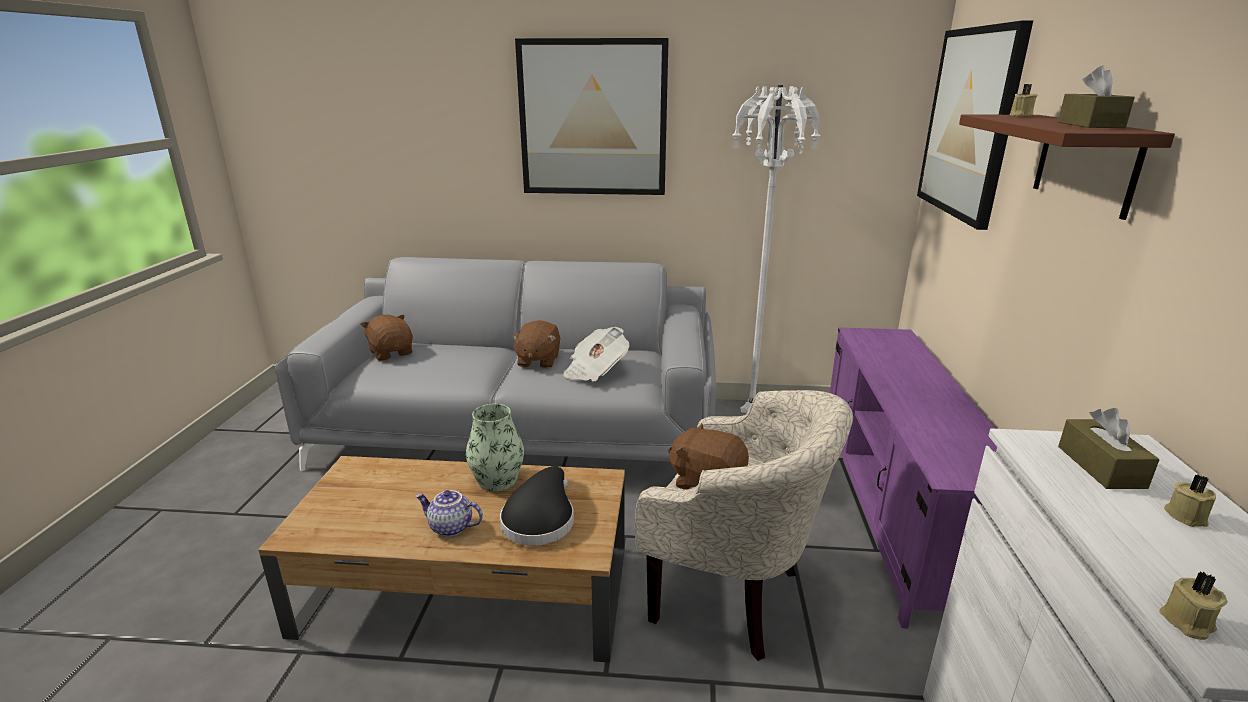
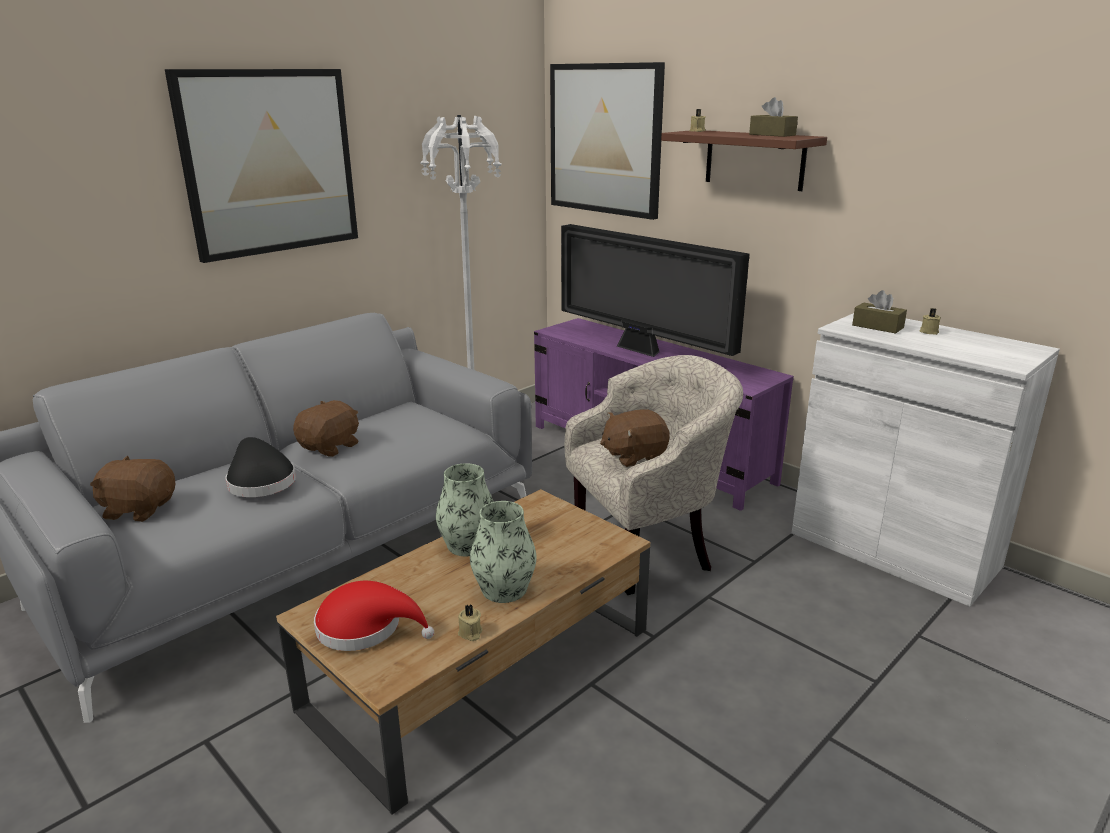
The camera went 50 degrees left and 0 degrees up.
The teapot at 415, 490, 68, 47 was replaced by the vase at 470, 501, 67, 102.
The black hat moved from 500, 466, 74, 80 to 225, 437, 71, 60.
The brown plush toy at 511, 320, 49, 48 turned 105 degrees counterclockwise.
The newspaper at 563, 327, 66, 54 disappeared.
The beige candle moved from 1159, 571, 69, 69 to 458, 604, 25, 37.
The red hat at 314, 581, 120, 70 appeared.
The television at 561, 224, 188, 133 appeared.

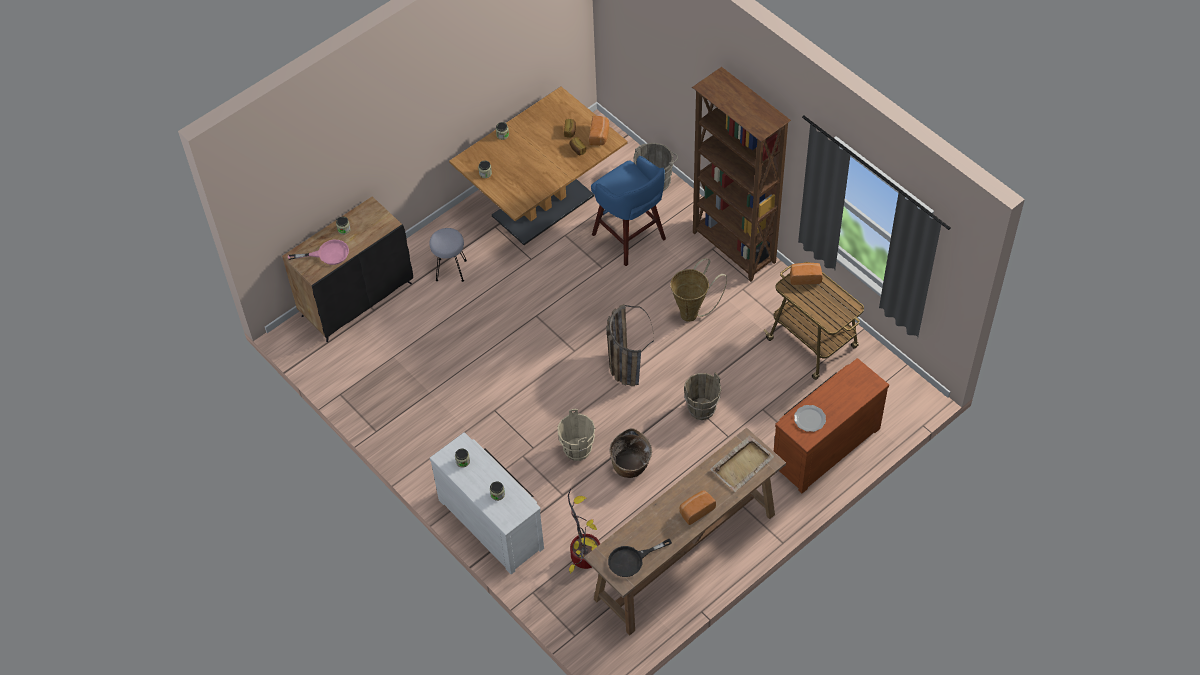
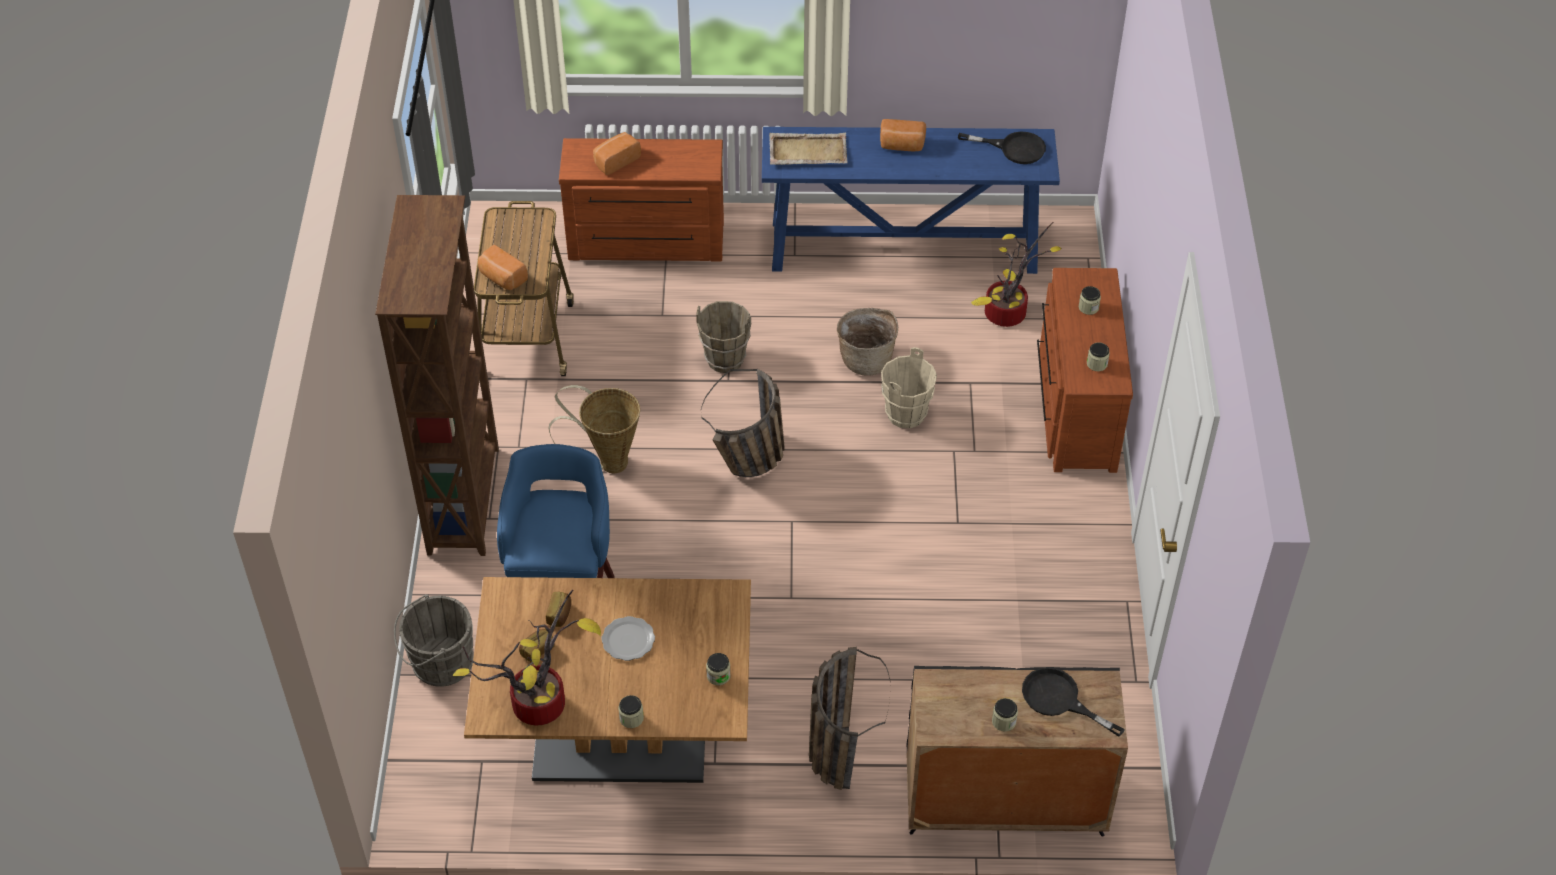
The camera went 140 degrees left and 5 degrees down.
The pink frying pan at 288, 240, 61, 25 became the black frying pan at 1022, 667, 103, 70.
The grey stool at 429, 228, 38, 54 was replaced by the basket at 809, 647, 82, 143.
The white dresser at 430, 432, 114, 143 became the brown dresser at 1037, 268, 96, 205.
The brown console table at 584, 427, 202, 209 became the blue console table at 762, 127, 298, 147.
The bread moved from 589, 116, 20, 30 to 593, 132, 48, 43.
The plate moved from 794, 405, 32, 27 to 601, 616, 54, 45.
The potted plant at 452, 589, 149, 137 appeared.

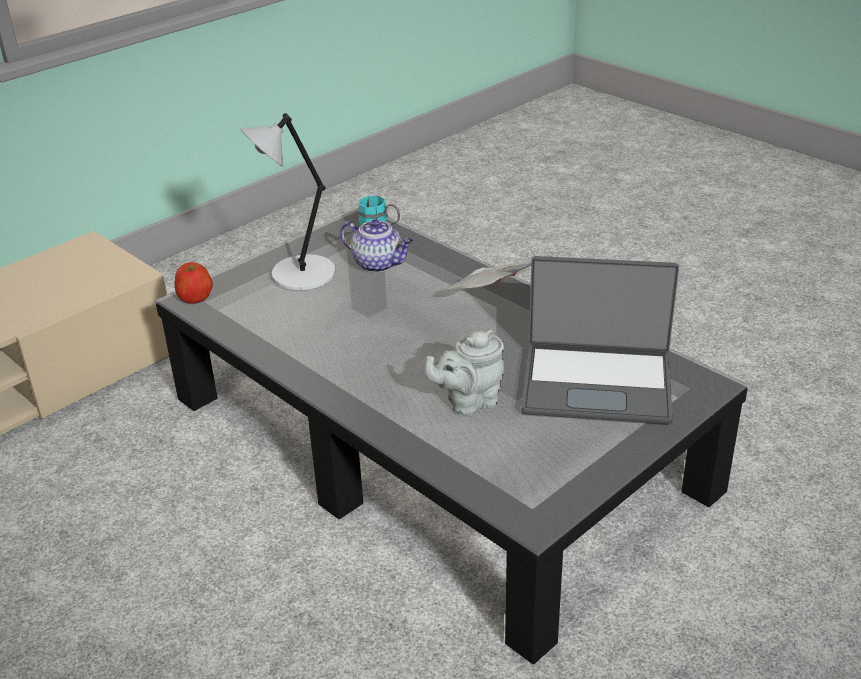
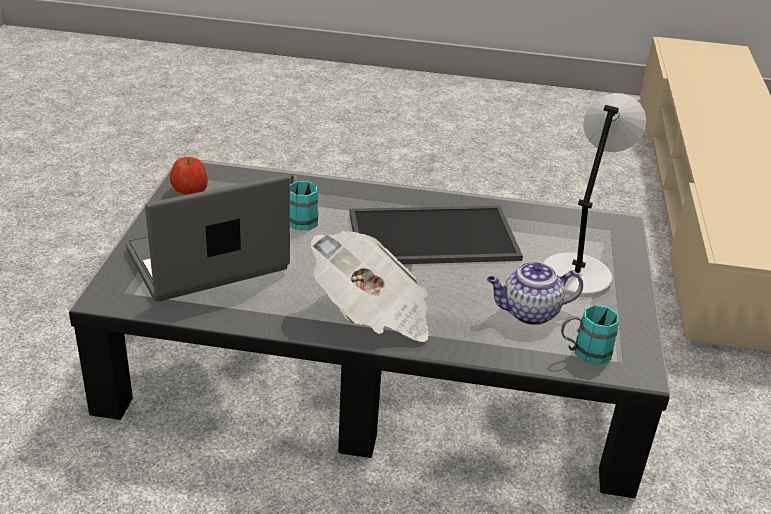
The camera went 140 degrees right and 0 degrees up.
The apple moved from 174, 262, 39, 42 to 170, 157, 38, 38.
The grey teapot at 425, 330, 79, 85 was replaced by the turquoise mug at 290, 175, 29, 56.
The tray at 349, 206, 174, 58 appeared.

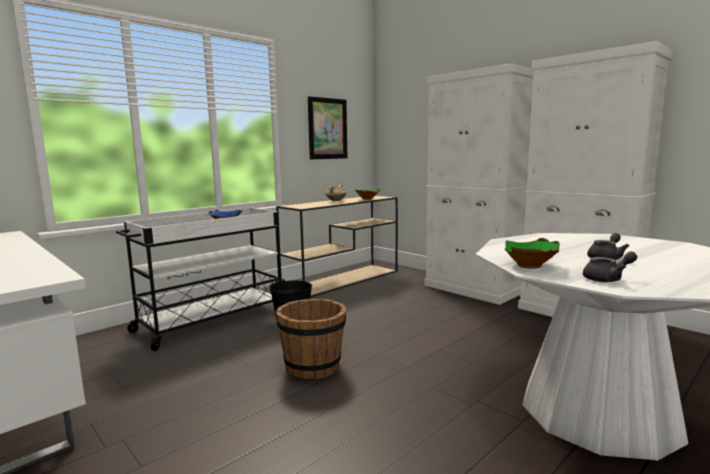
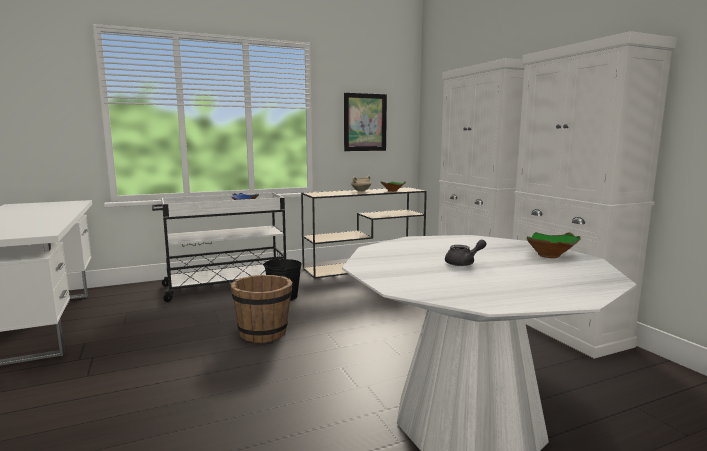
The camera went 20 degrees right and 0 degrees up.
The green bowl moved from 505, 238, 55, 31 to 527, 232, 54, 26.
The grey teapot at 583, 251, 54, 31 disappeared.

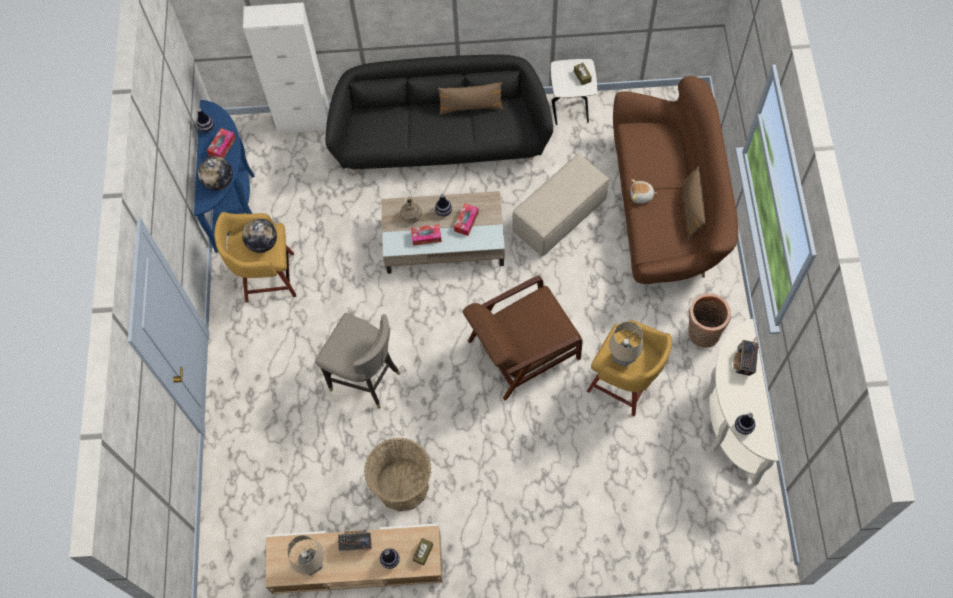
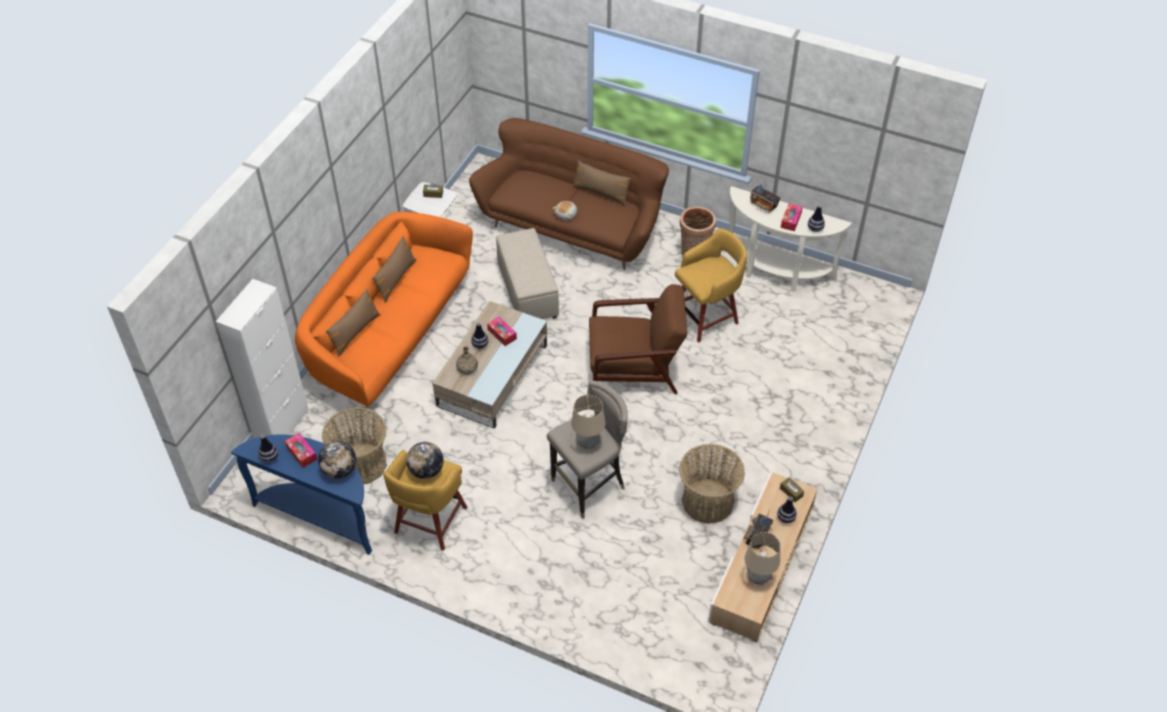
The camera went 65 degrees left and 15 degrees down.
The black sofa at 326, 55, 227, 117 became the orange sofa at 295, 212, 178, 197.
The tissue box moved from 411, 224, 31, 22 to 781, 203, 22, 28.
The brown armchair at 463, 275, 120, 126 turned 90 degrees counterclockwise.
The table lamp moved from 609, 322, 34, 45 to 571, 395, 34, 54.
The basket at 322, 407, 65, 77 appeared.
The brown pillow at 326, 289, 54, 68 appeared.

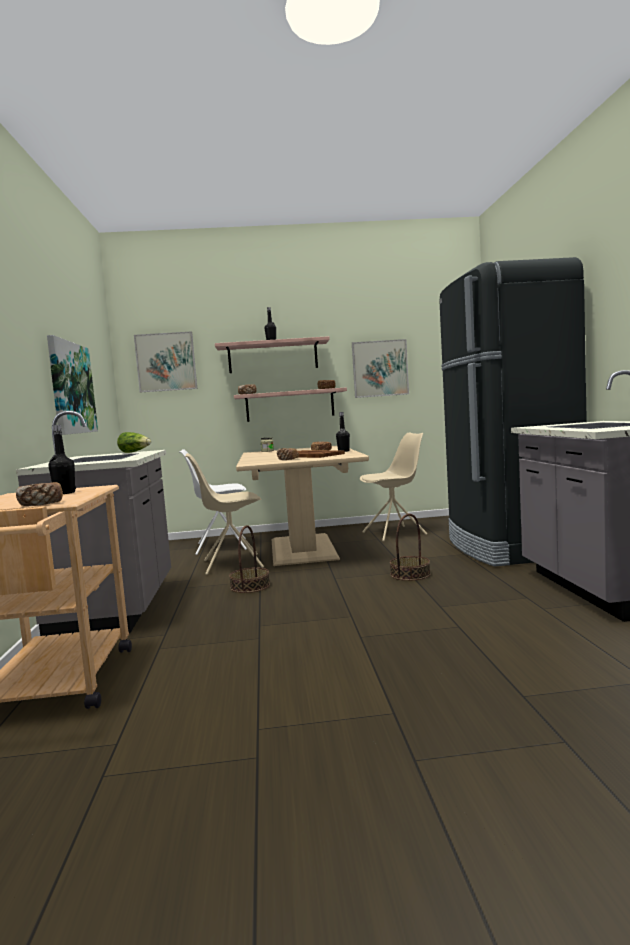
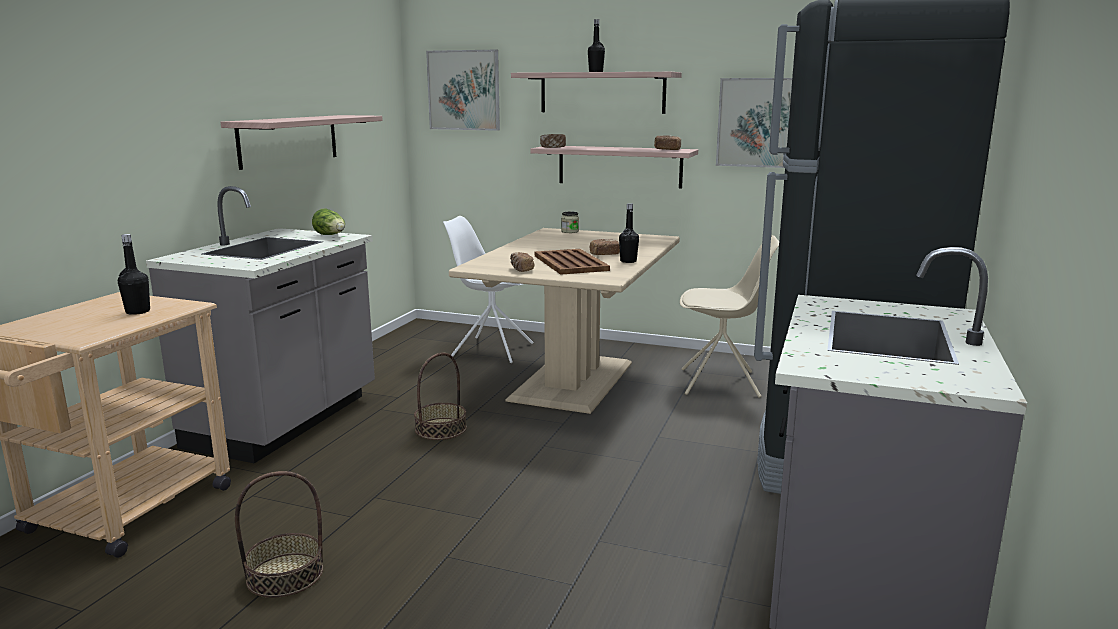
The camera went 25 degrees right and 10 degrees up.
The bread at 16, 482, 47, 24 disappeared.
The picture at 47, 335, 51, 100 was replaced by the shelf at 221, 115, 162, 55.
The beige chair at 185, 453, 79, 122 disappeared.
The basket moved from 390, 514, 40, 67 to 235, 471, 88, 127.

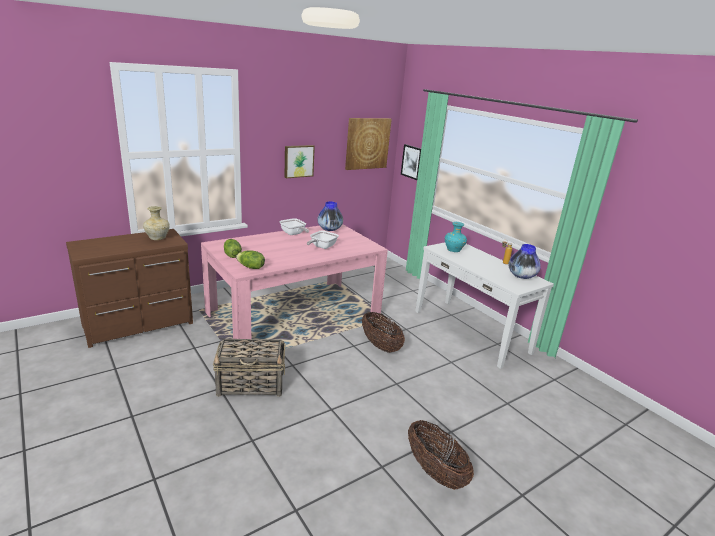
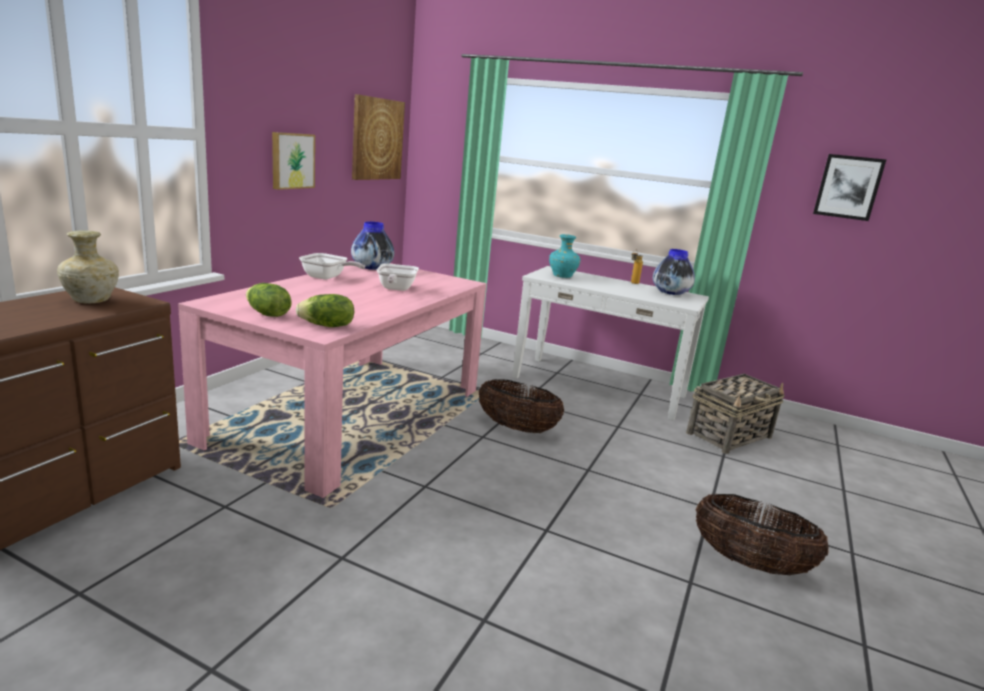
The camera went 30 degrees left and 5 degrees down.
The basket moved from 213, 339, 72, 58 to 686, 374, 99, 80.
The picture moved from 401, 144, 20, 36 to 813, 154, 73, 67.

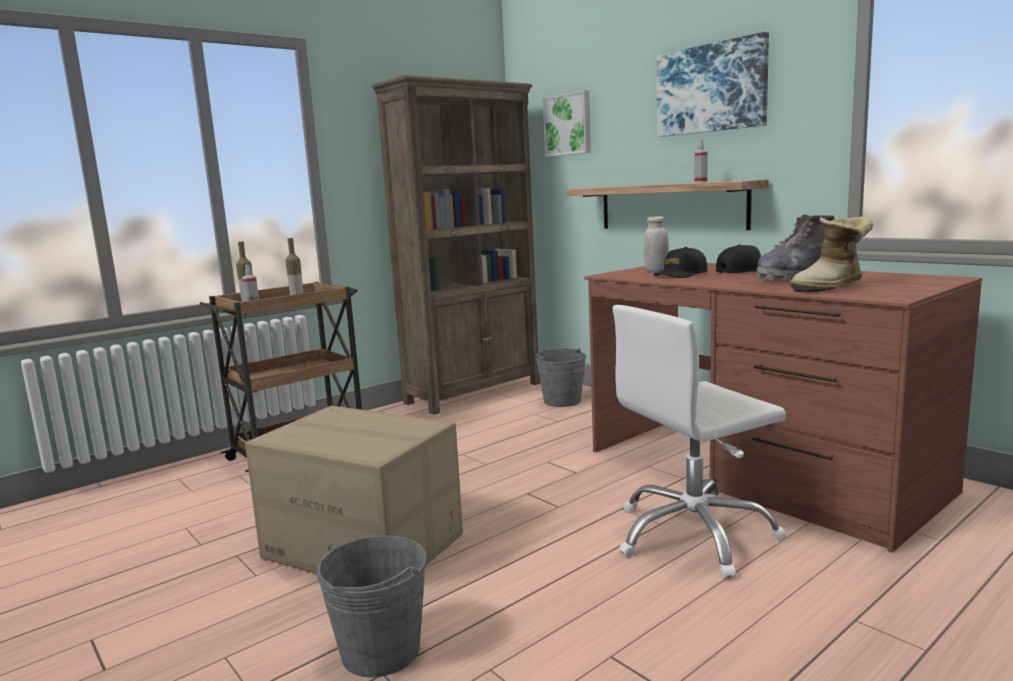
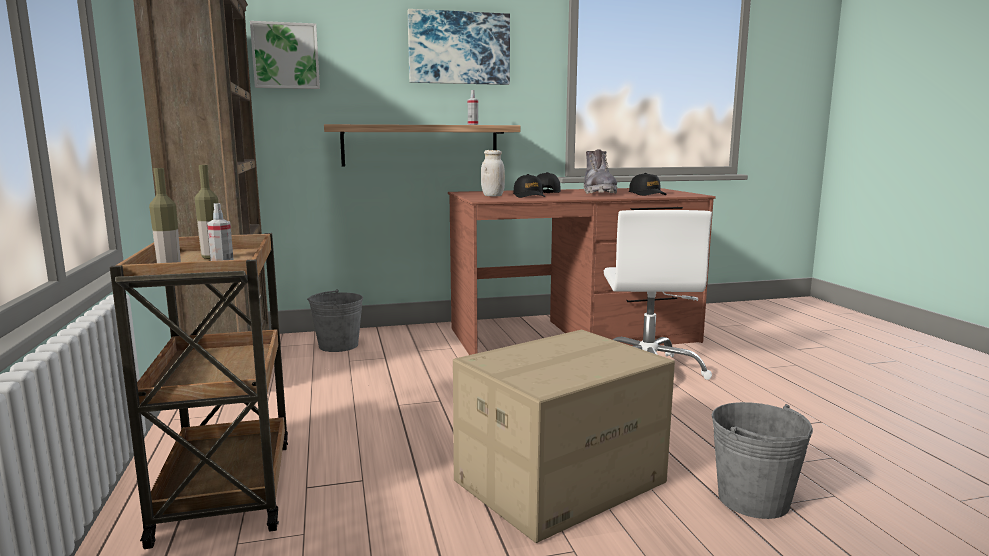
The camera went 65 degrees left and 0 degrees up.
The boot at 790, 216, 83, 77 was replaced by the black cap at 629, 173, 37, 23.

